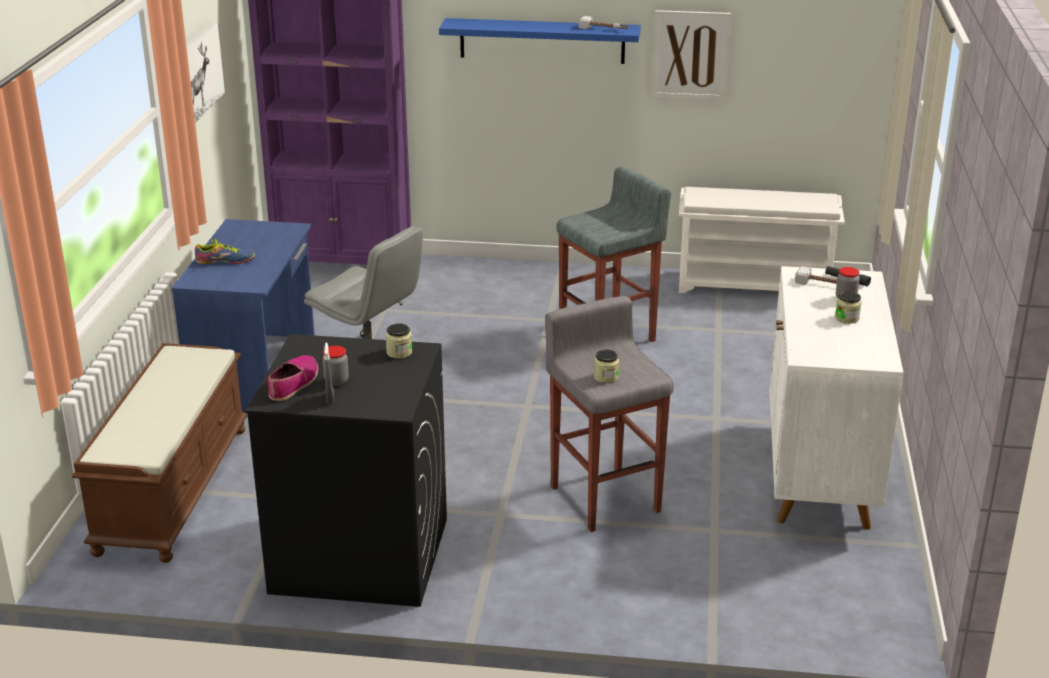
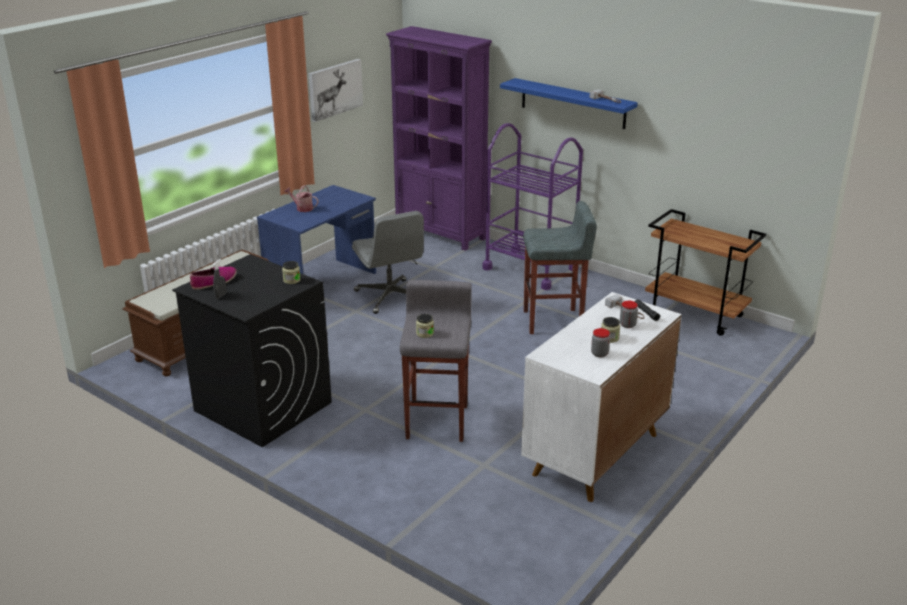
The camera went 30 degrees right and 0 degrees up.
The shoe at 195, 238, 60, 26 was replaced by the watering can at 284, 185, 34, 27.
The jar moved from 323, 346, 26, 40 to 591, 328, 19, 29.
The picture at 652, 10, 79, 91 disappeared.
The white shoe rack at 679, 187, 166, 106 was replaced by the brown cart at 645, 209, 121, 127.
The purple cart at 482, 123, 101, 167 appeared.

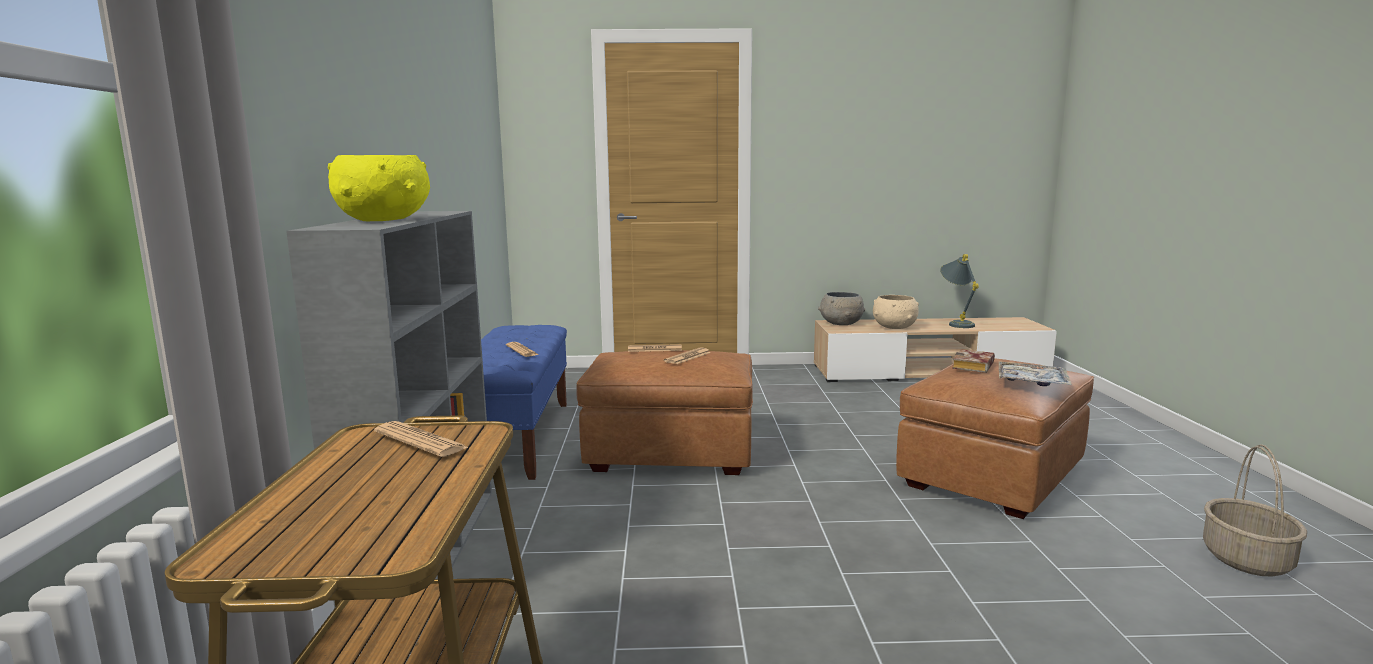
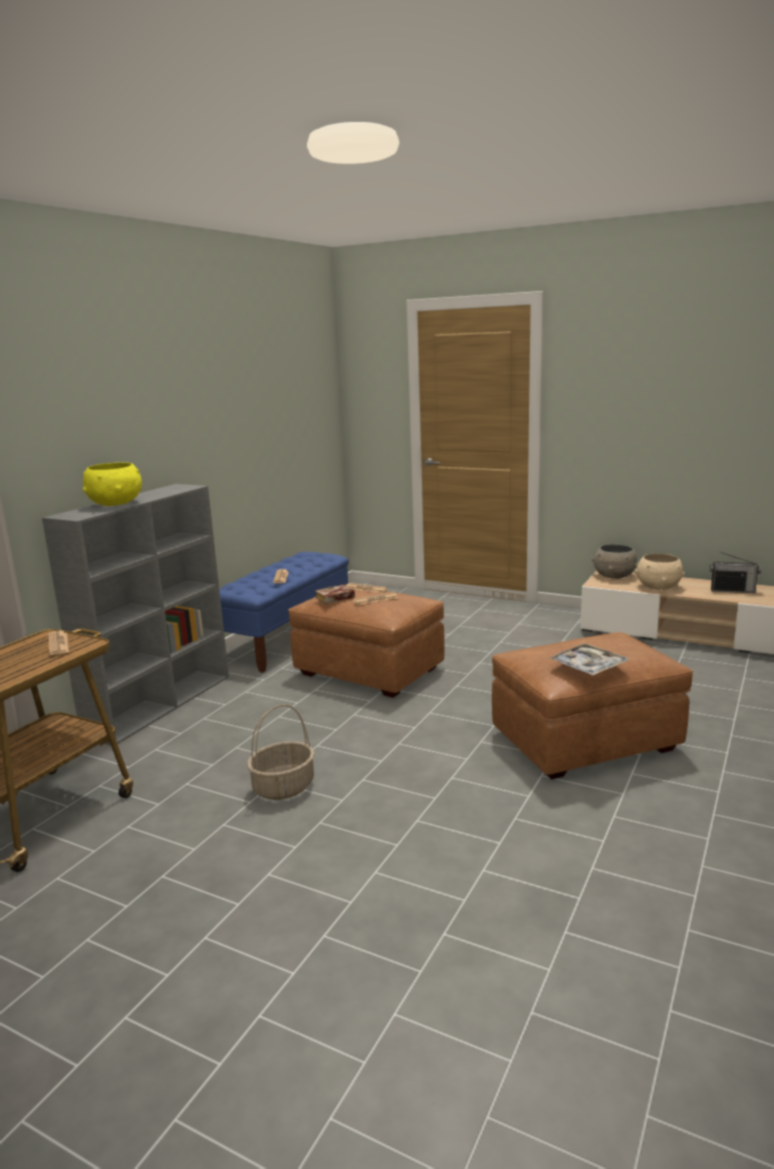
The camera went 30 degrees right and 5 degrees up.
The grey table lamp at 940, 254, 39, 74 was replaced by the radio at 710, 551, 51, 42.
The book moved from 952, 349, 43, 24 to 315, 585, 40, 19.
The basket moved from 1203, 444, 104, 133 to 247, 704, 68, 96.

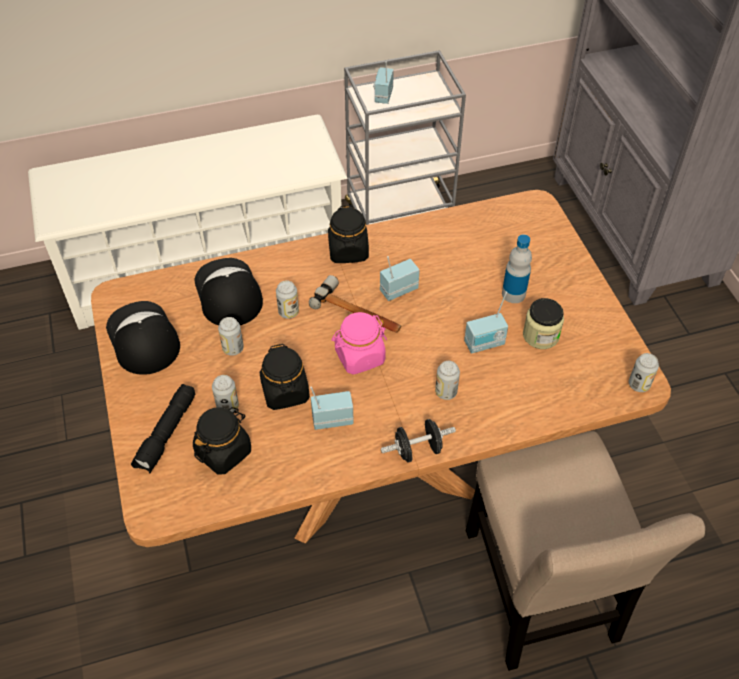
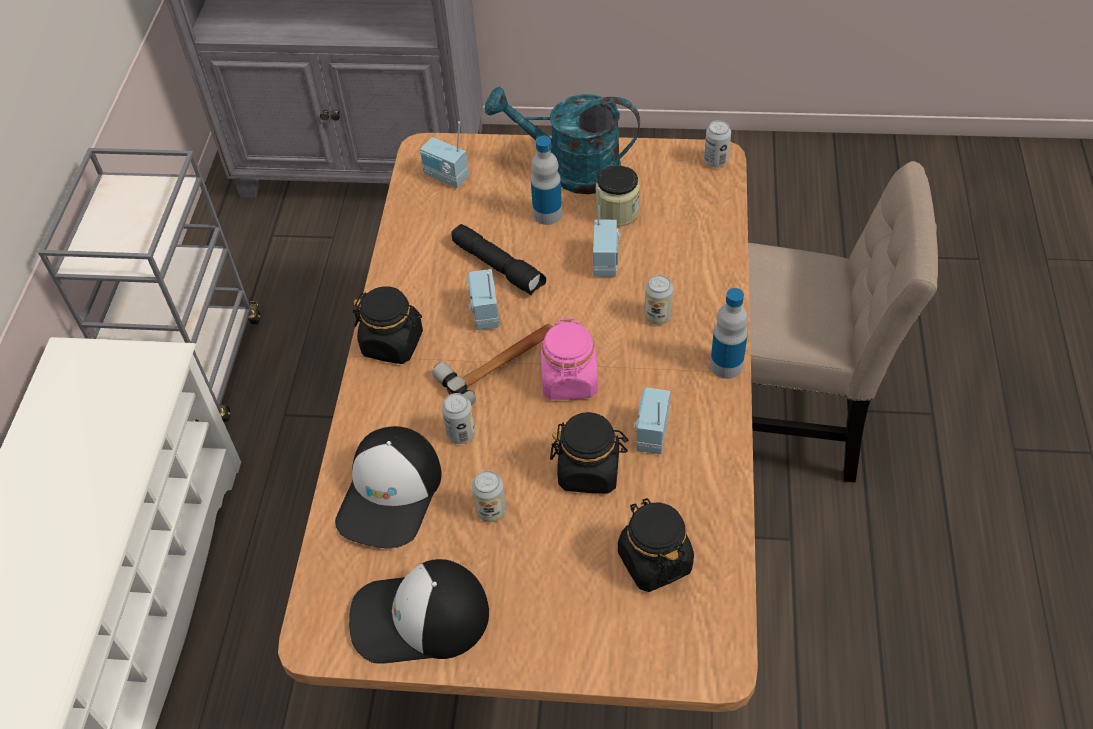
The camera went 65 degrees left and 0 degrees up.
The black flashlight moved from 131, 384, 64, 90 to 451, 224, 95, 72.
The cap at 194, 258, 69, 67 turned 75 degrees counterclockwise.
The can at 212, 375, 27, 38 disappeared.
The radio moved from 373, 62, 21, 42 to 420, 121, 49, 67.
The black dumbbell at 381, 419, 75, 44 was replaced by the bottle at 710, 288, 38, 91.
The turquoise watering can at 485, 87, 155, 107 appeared.

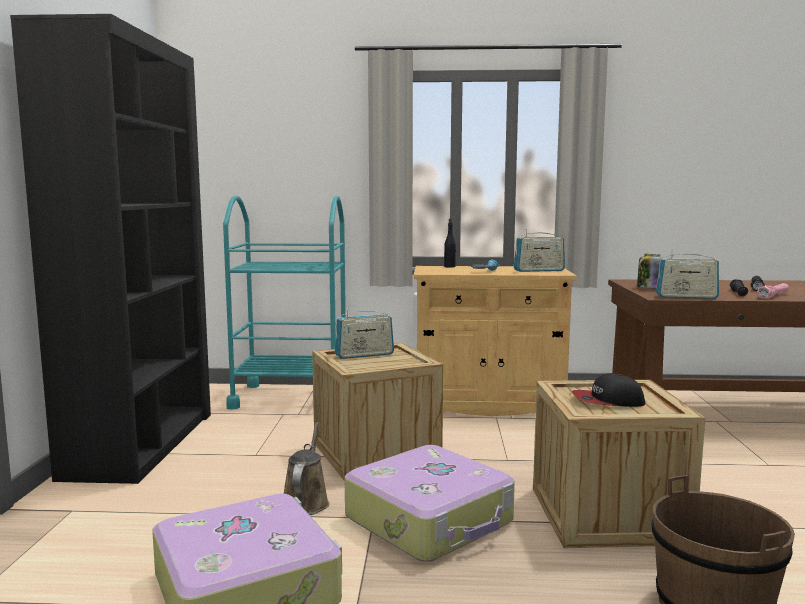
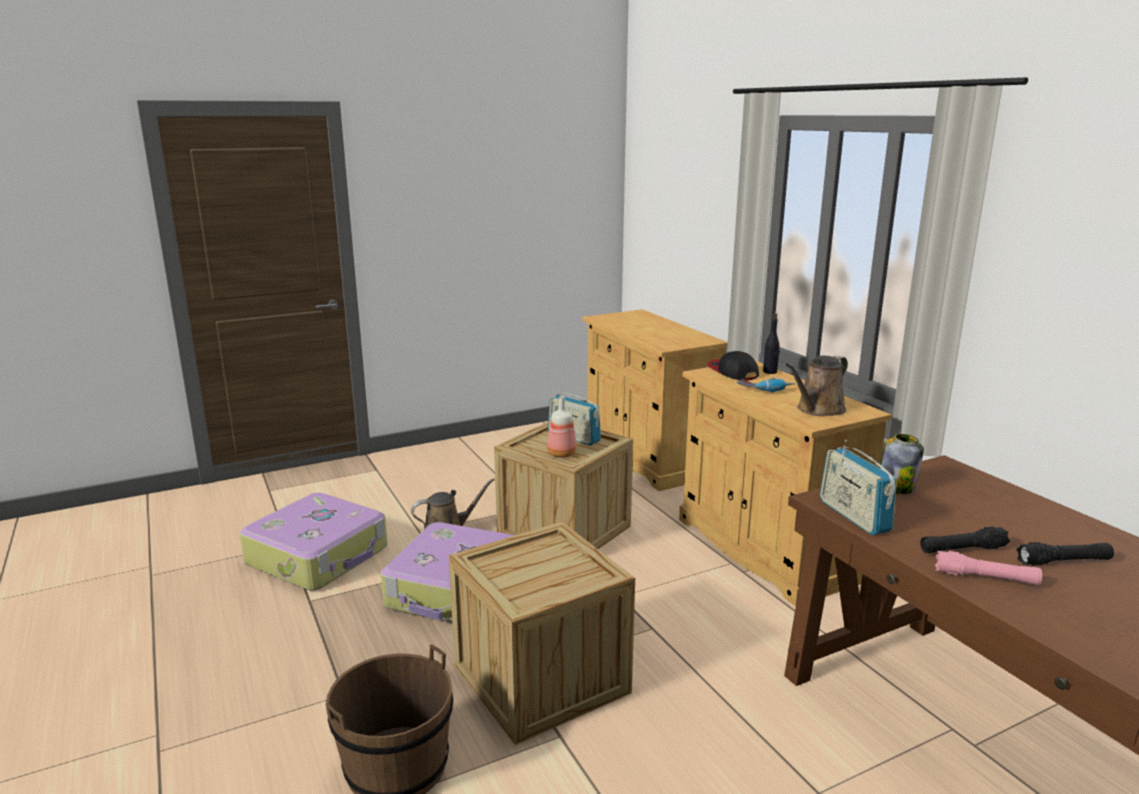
The camera went 60 degrees right and 10 degrees up.
The black bookcase at 10, 14, 201, 470 disappeared.
The turquoise cart at 223, 195, 123, 215 was replaced by the beige cabinet at 582, 309, 146, 182.
The radio at 514, 229, 51, 43 was replaced by the brown watering can at 786, 356, 62, 60.
The cap moved from 572, 373, 73, 34 to 707, 351, 52, 30.
The bottle at 547, 396, 30, 62 appeared.

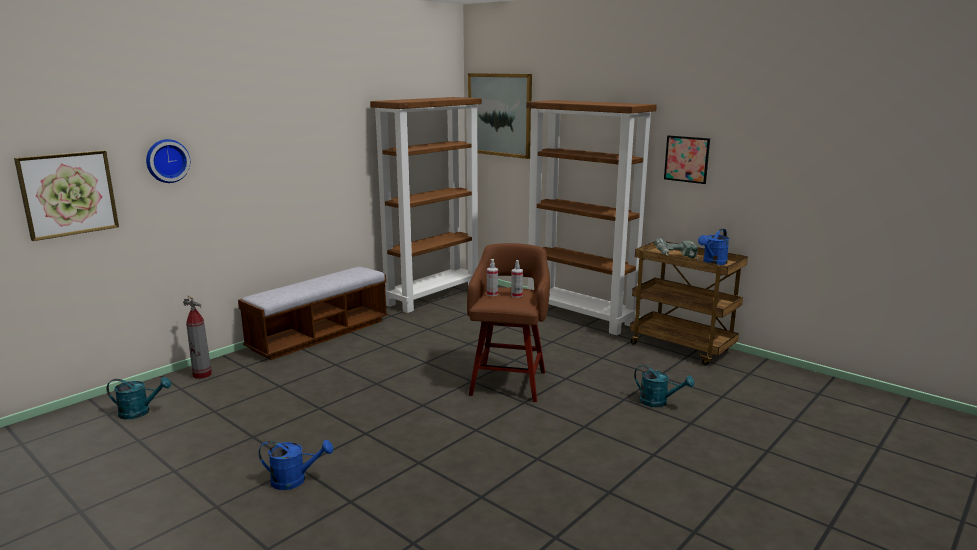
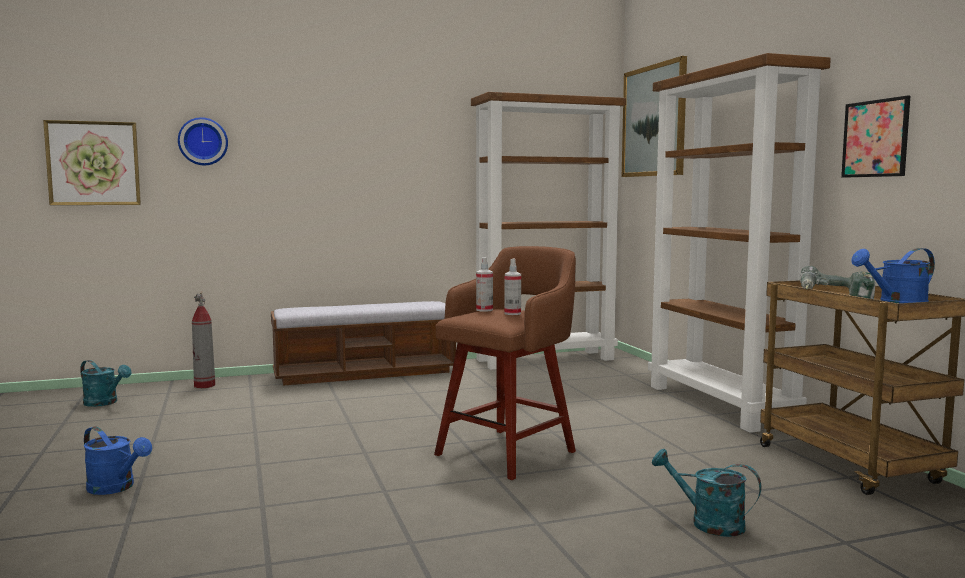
The camera went 30 degrees right and 10 degrees down.
The turquoise watering can at 634, 365, 60, 42 turned 150 degrees clockwise.

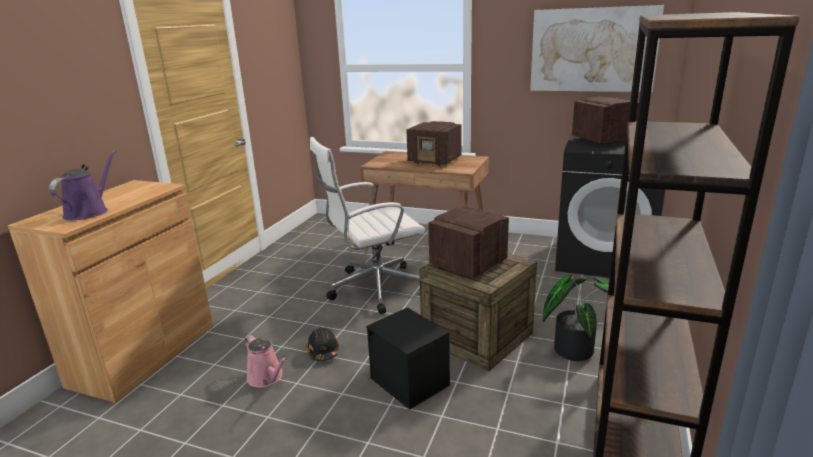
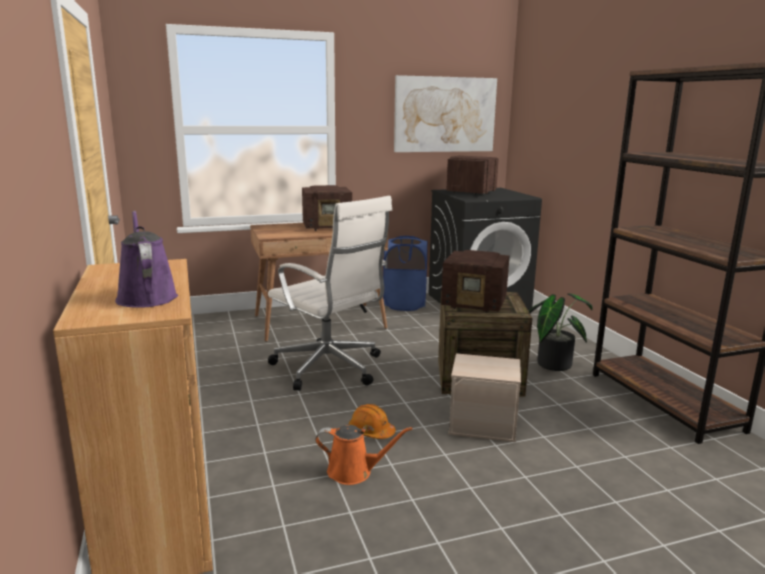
The camera went 40 degrees left and 5 degrees down.
The pink watering can at 245, 335, 42, 52 became the orange watering can at 315, 425, 98, 60.
The black hard hat at 306, 327, 33, 34 became the orange hard hat at 349, 404, 47, 35.
The white office chair at 310, 137, 115, 177 turned 75 degrees counterclockwise.
The black storage box at 366, 307, 84, 103 became the beige storage box at 448, 353, 73, 89.
The radio at 428, 206, 81, 73 turned 75 degrees counterclockwise.
The blue laundry basket at 383, 236, 45, 75 appeared.

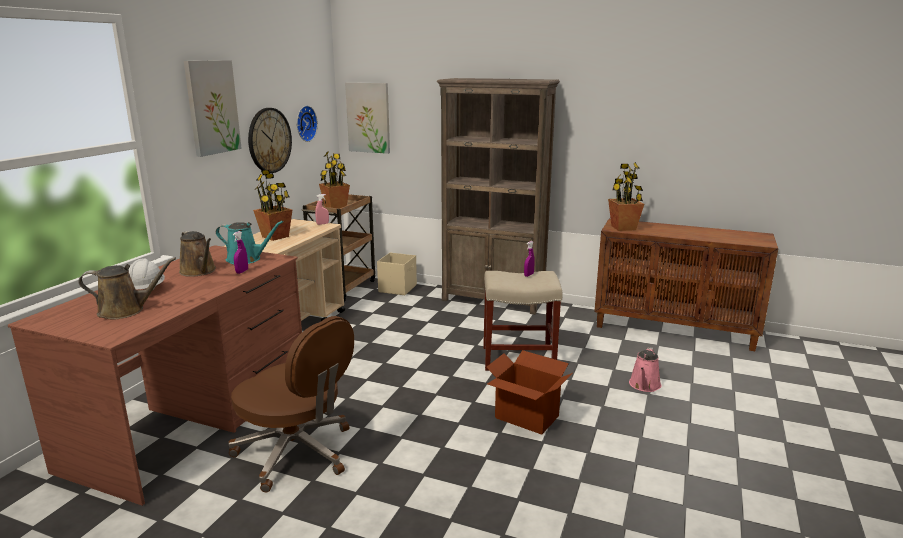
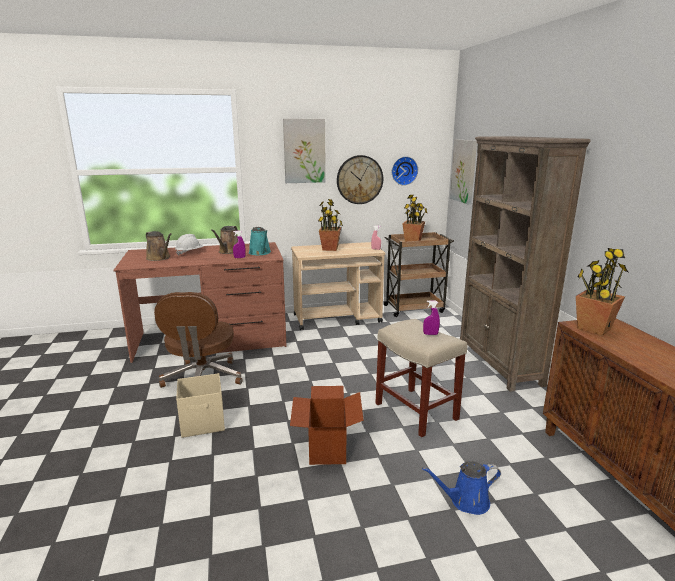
The camera went 55 degrees right and 0 degrees up.
The beige storage box moved from 377, 253, 40, 42 to 176, 373, 49, 65.
The pink watering can at 629, 347, 33, 45 became the blue watering can at 422, 461, 79, 54.

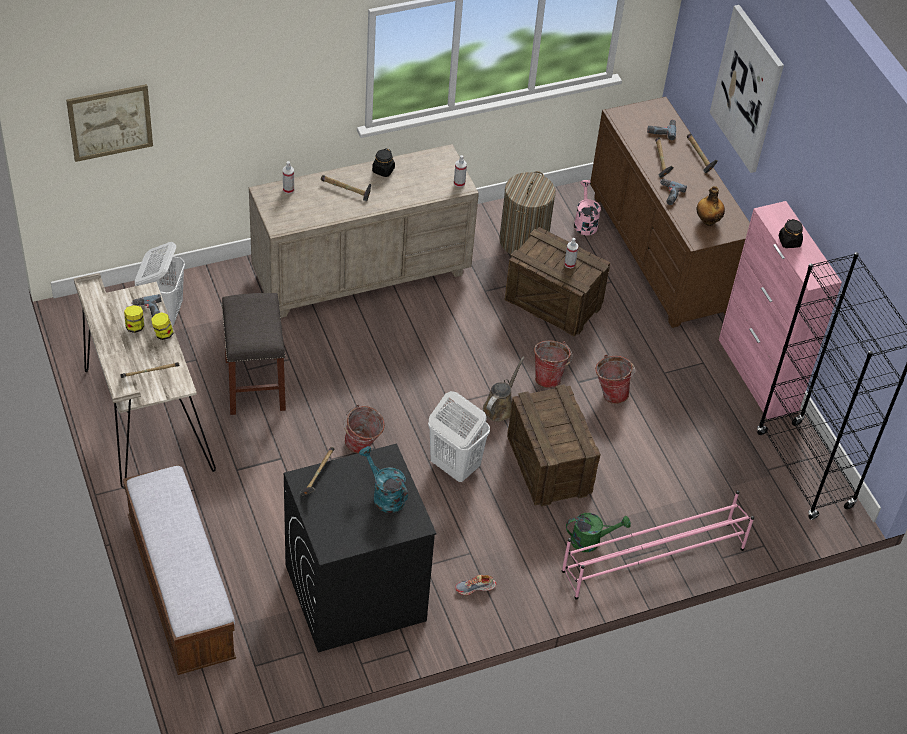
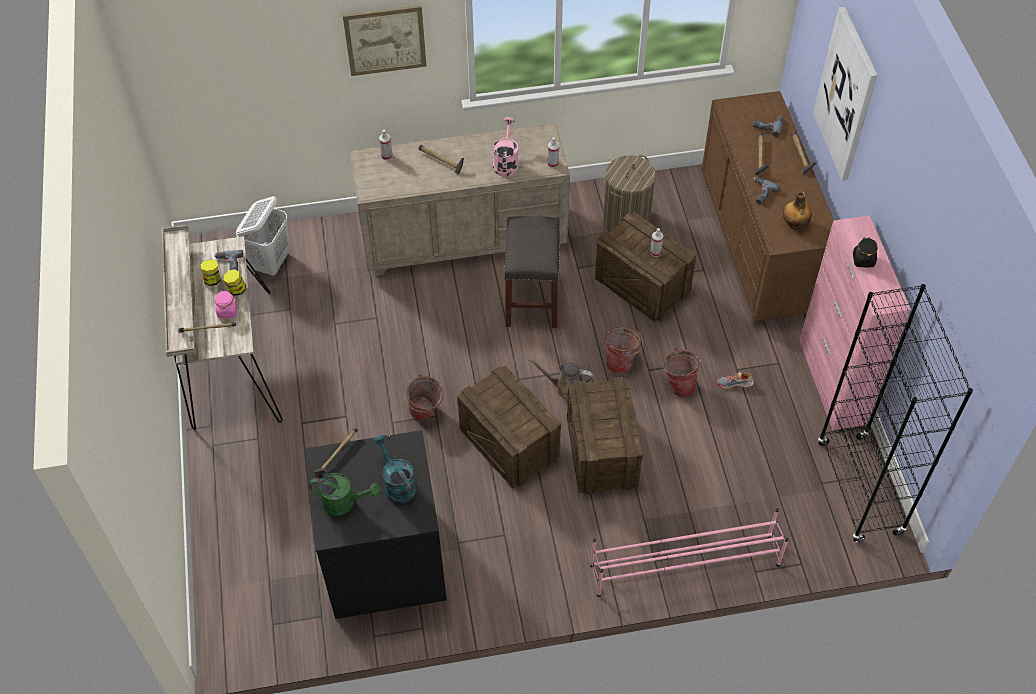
The camera went 15 degrees right and 5 degrees up.
The picture moved from 66, 84, 87, 78 to 343, 5, 83, 71.
The bench at 123, 465, 113, 210 disappeared.
The grey stool moved from 222, 293, 64, 122 to 504, 216, 56, 112.
The black jar at 372, 148, 23, 29 disappeared.
The white laundry basket at 428, 391, 62, 91 was replaced by the crate at 457, 365, 104, 124.
The shoe moved from 456, 575, 40, 20 to 717, 372, 37, 17.
The brown watering can at 483, 357, 42, 65 turned 120 degrees counterclockwise.
The green watering can moved from 566, 513, 65, 39 to 309, 473, 71, 43.
The pink watering can moved from 574, 180, 27, 55 to 493, 117, 26, 60.
The pink jar at 215, 290, 22, 29 appeared.

